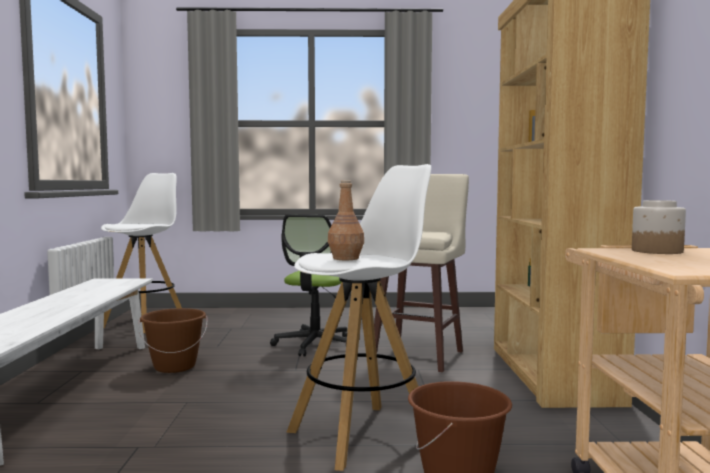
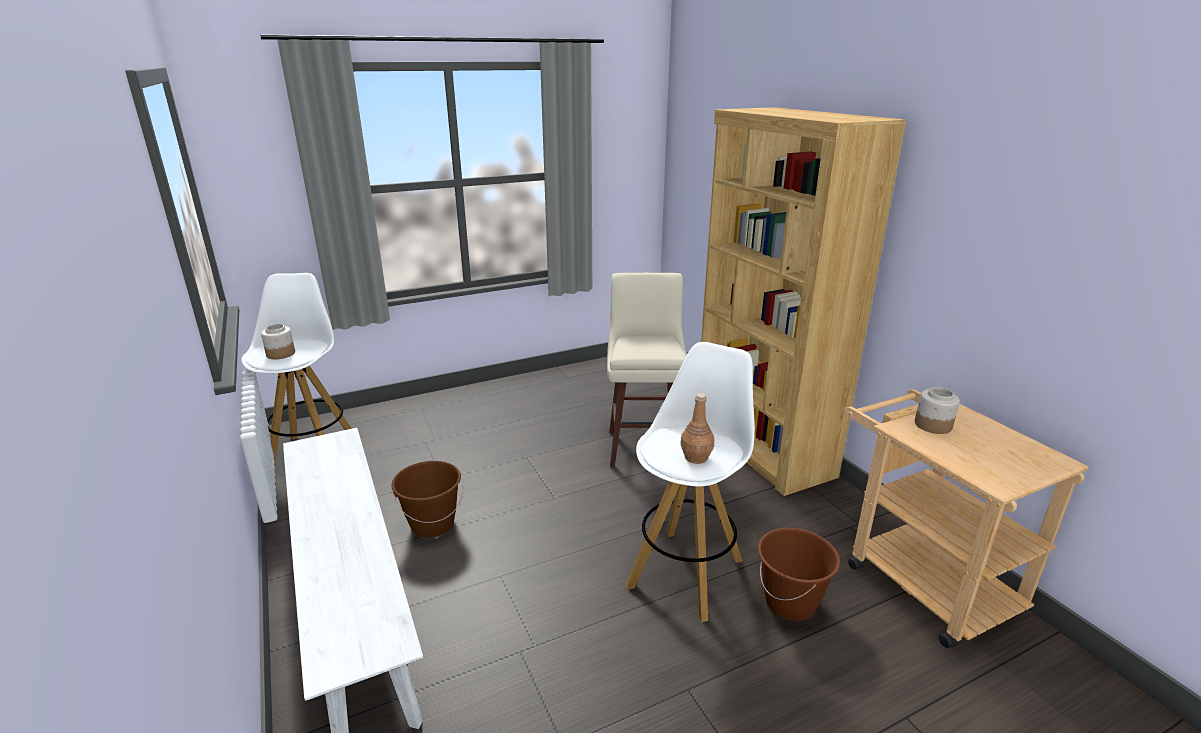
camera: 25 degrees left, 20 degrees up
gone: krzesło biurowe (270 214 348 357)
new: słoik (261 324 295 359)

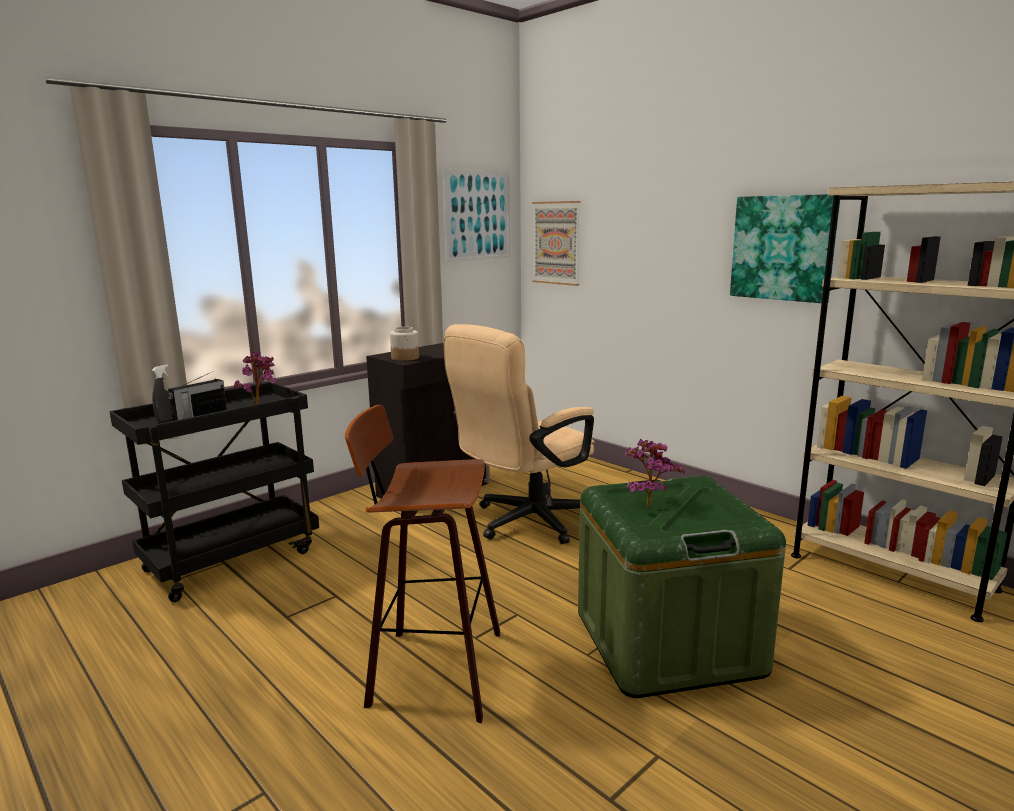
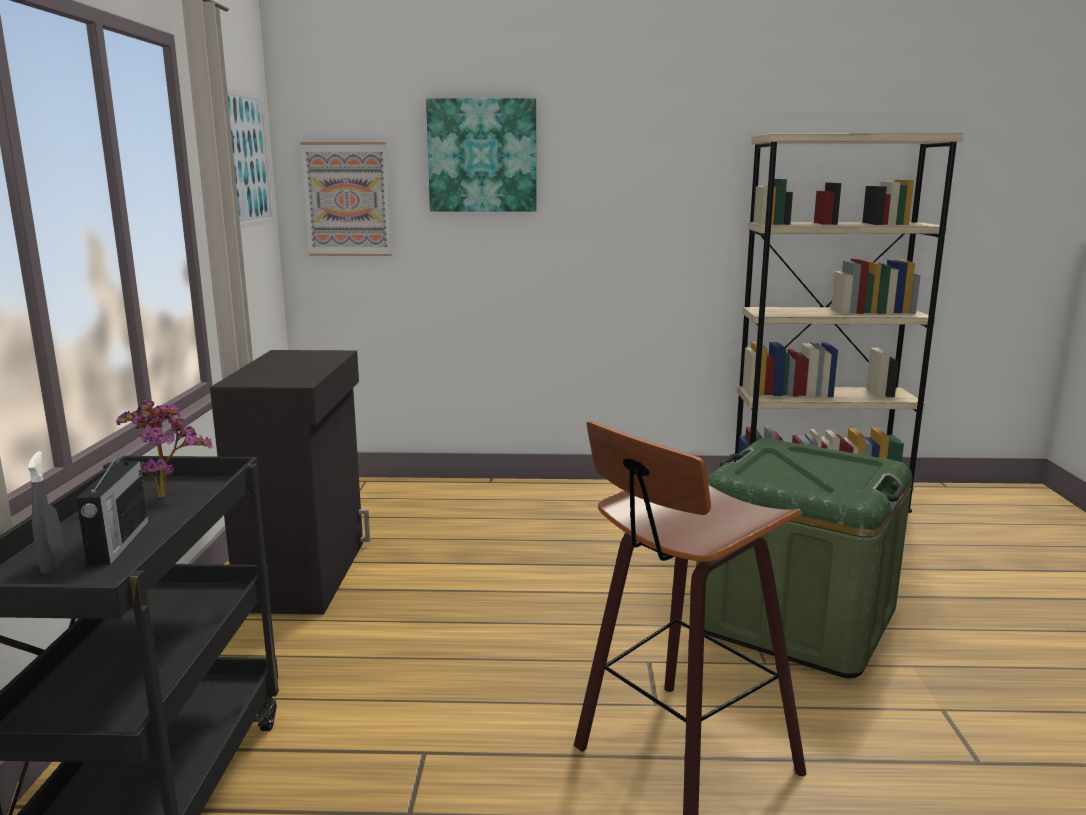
camera: 45 degrees left, 0 degrees up
gone: krzesło biurowe/beżowy (443 324 595 544); słoik (390 327 419 361); roślina doniczkowa (625 439 685 507)
shifted: obraz (730 194 840 303) to (426 98 537 212)

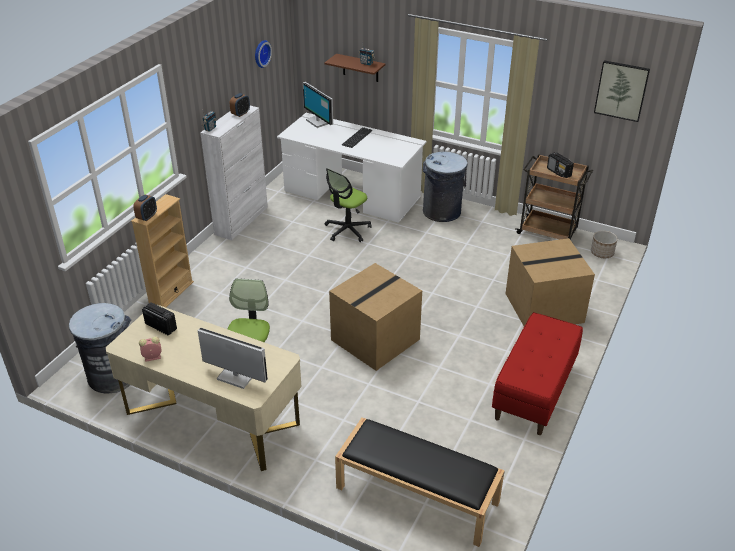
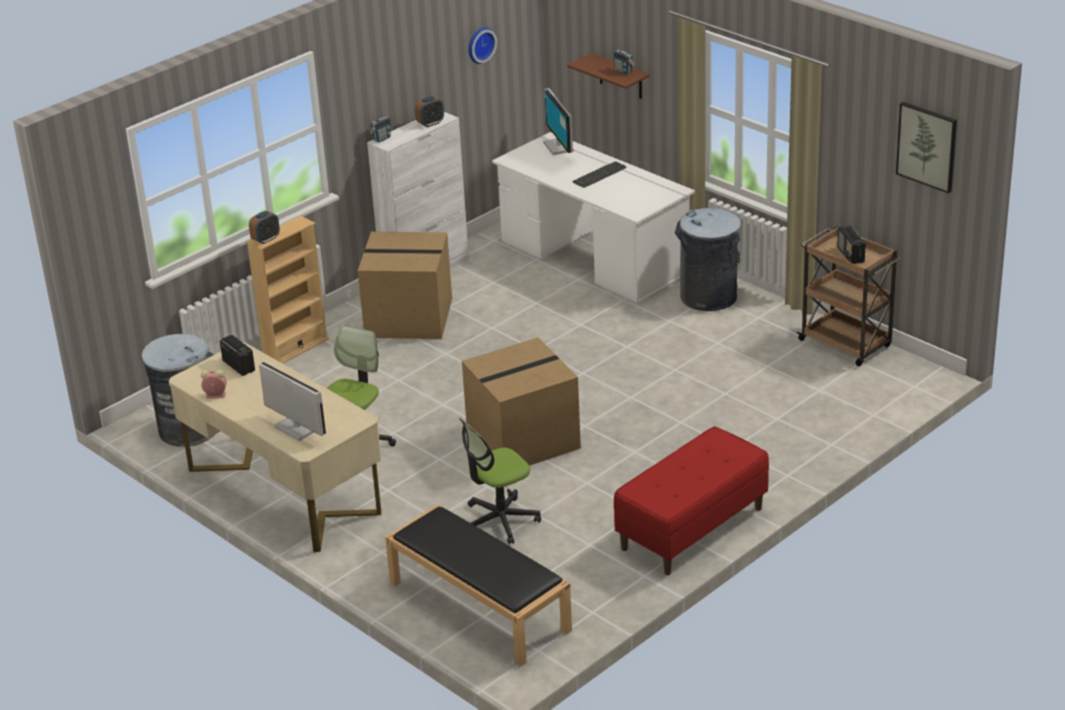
camera: 20 degrees right, 5 degrees down
gone: donica (591 231 618 258)
shifted: krzesło biurowe (324 168 371 242) to (459 418 541 544); karton (505 238 595 326) to (358 232 452 339)

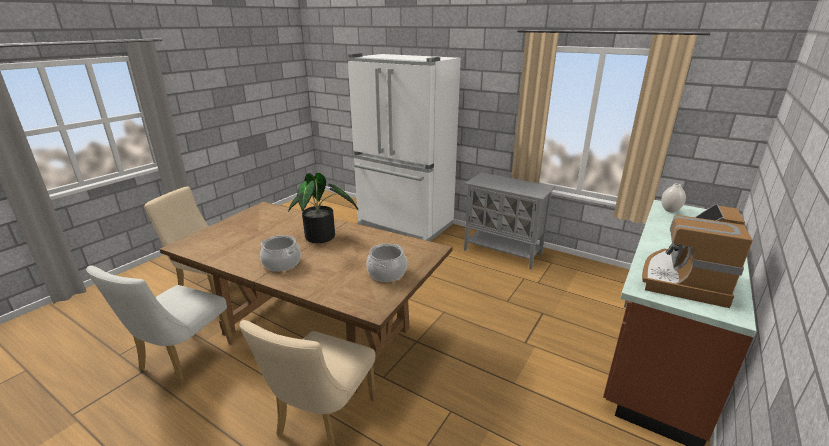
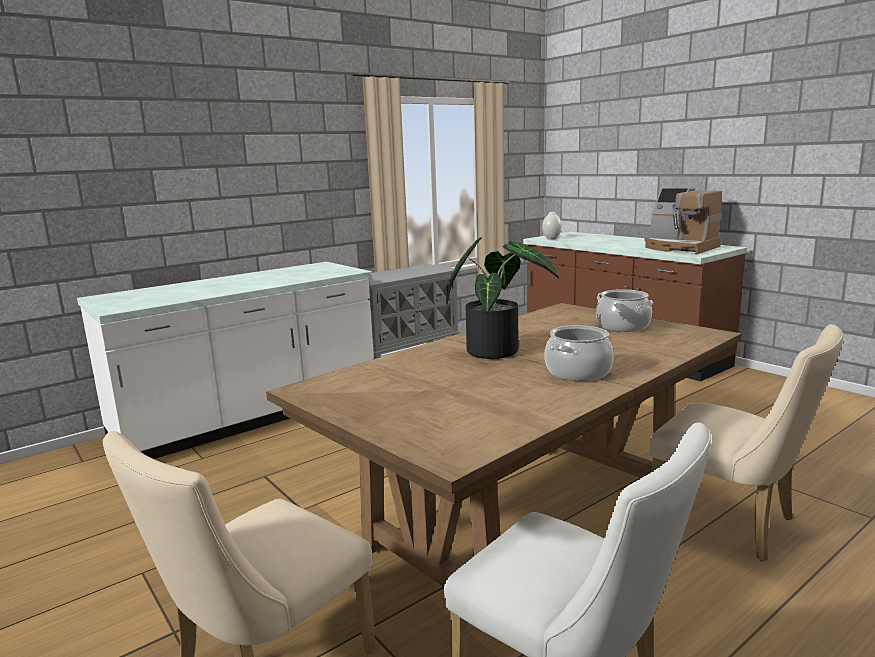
camera: 70 degrees left, 10 degrees down
swapped: lodówka/biały (347 53 461 241) to zabudowa kuchenna/biały (77 262 374 459)

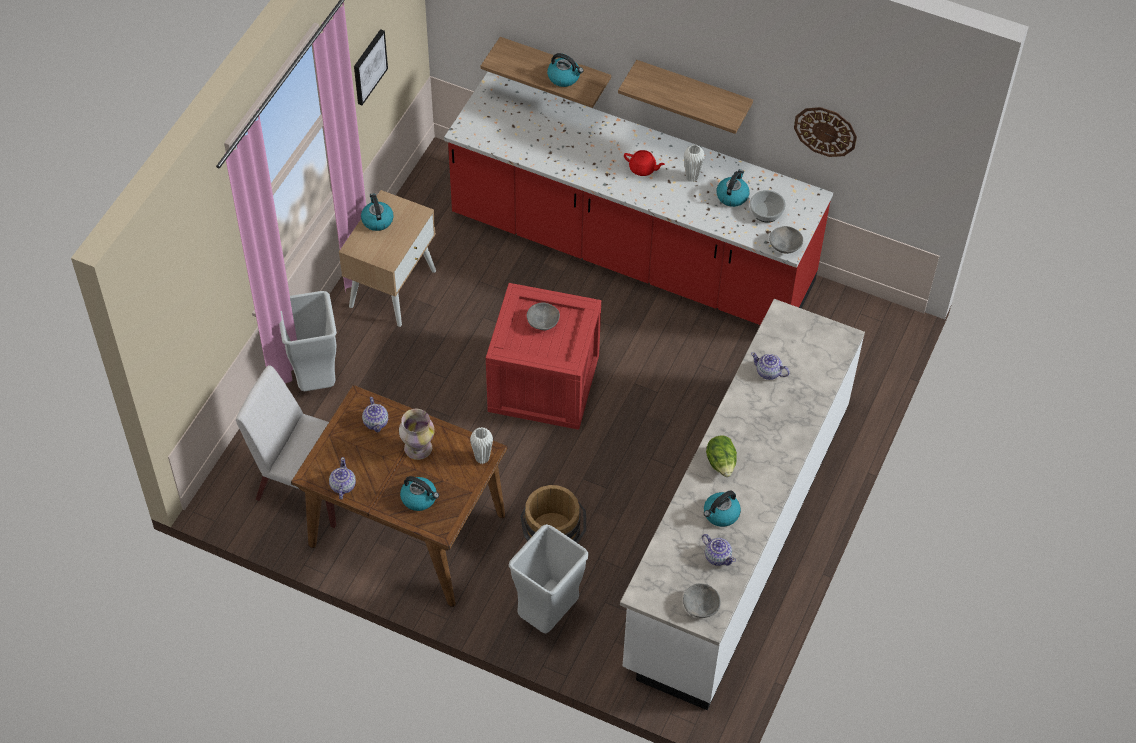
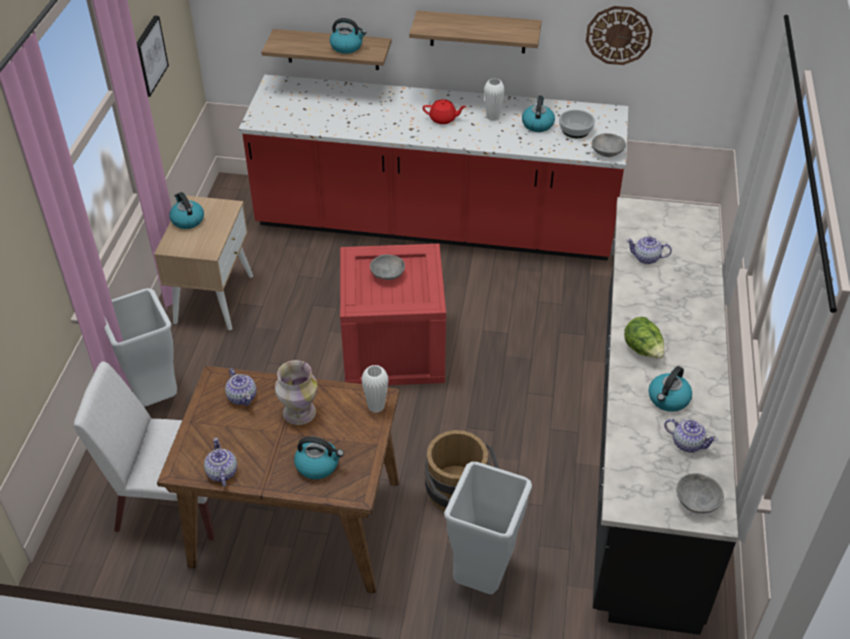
camera: 15 degrees left, 10 degrees down
repainted: zabudowa kuchenna/biały (620 299 865 710) to zabudowa kuchenna/czarny (593 197 738 635)

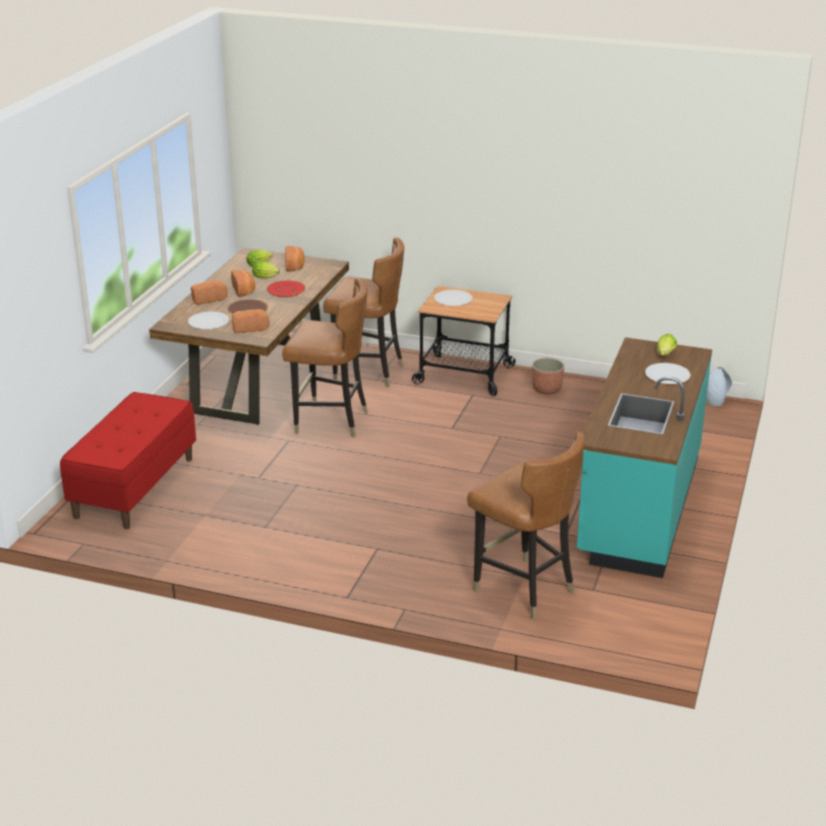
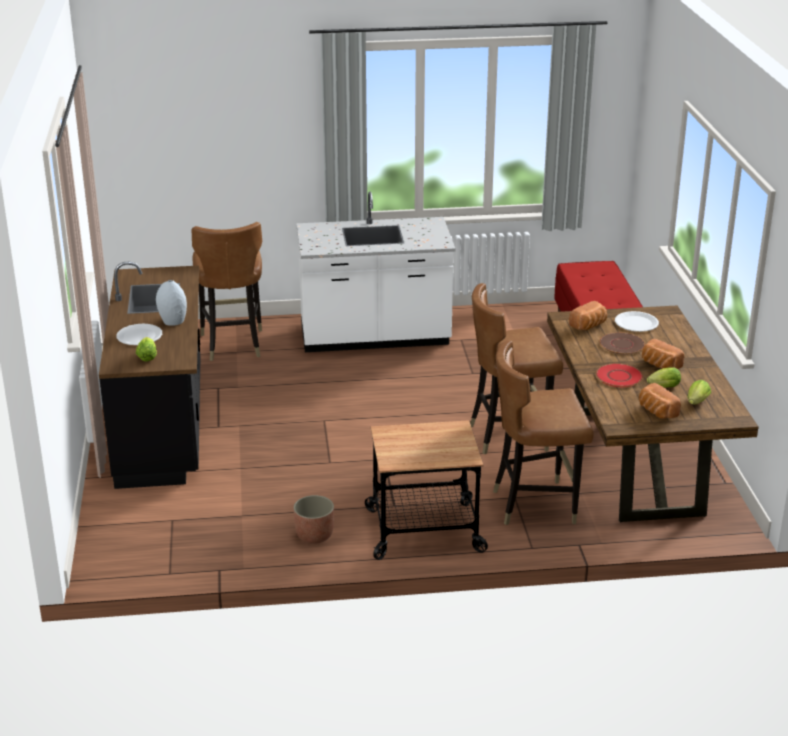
camera: 155 degrees right, 0 degrees up
gone: chleb (191 280 228 305); talerz/biały (434 290 472 306)
new: zabudowa kuchenna/biały (296 192 455 352)
shifted: wazon/szary (706 367 732 406) to (156 280 187 326)
repainted: zabudowa kuchenna/turkusowy (577 337 712 578) to zabudowa kuchenna/czarny (99 262 201 489)
rotated: krzesło/brązowy (467 432 585 619) = (192 222 262 361) 120 degrees counterclockwise

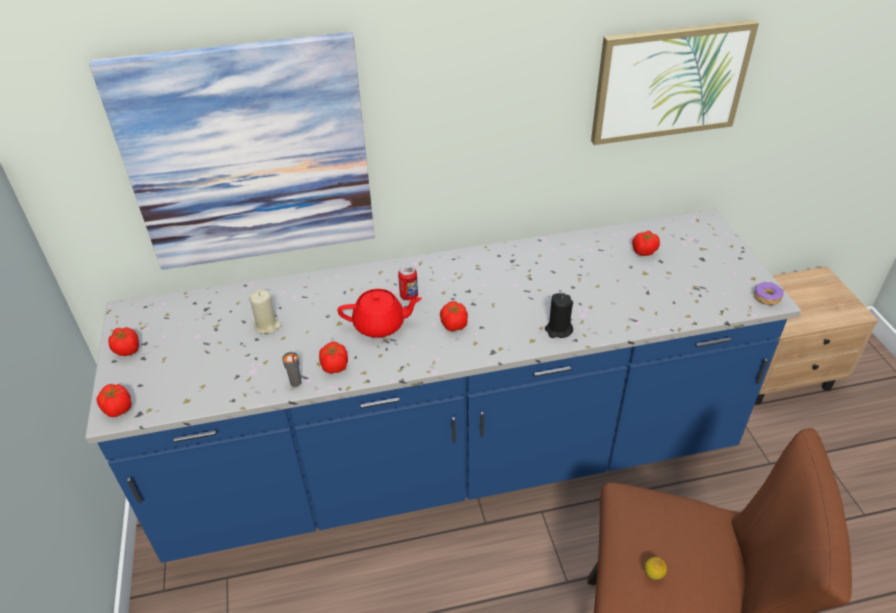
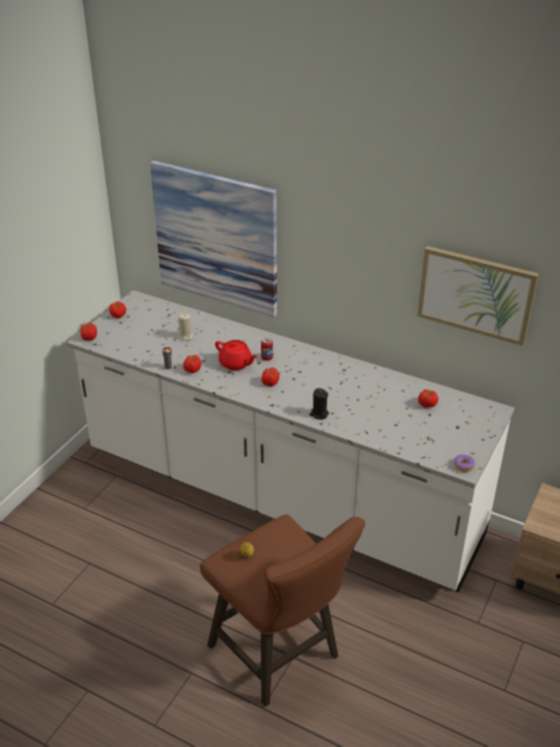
camera: 40 degrees right, 5 degrees down
repainted: zabudowa kuchenna/niebieski (85 209 801 563) to zabudowa kuchenna/biały (67 290 515 592)

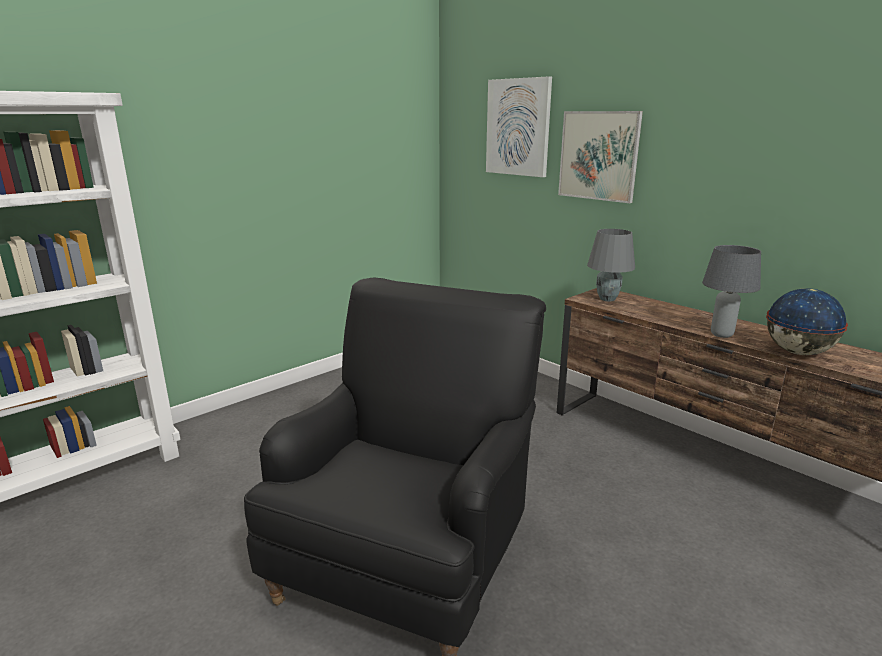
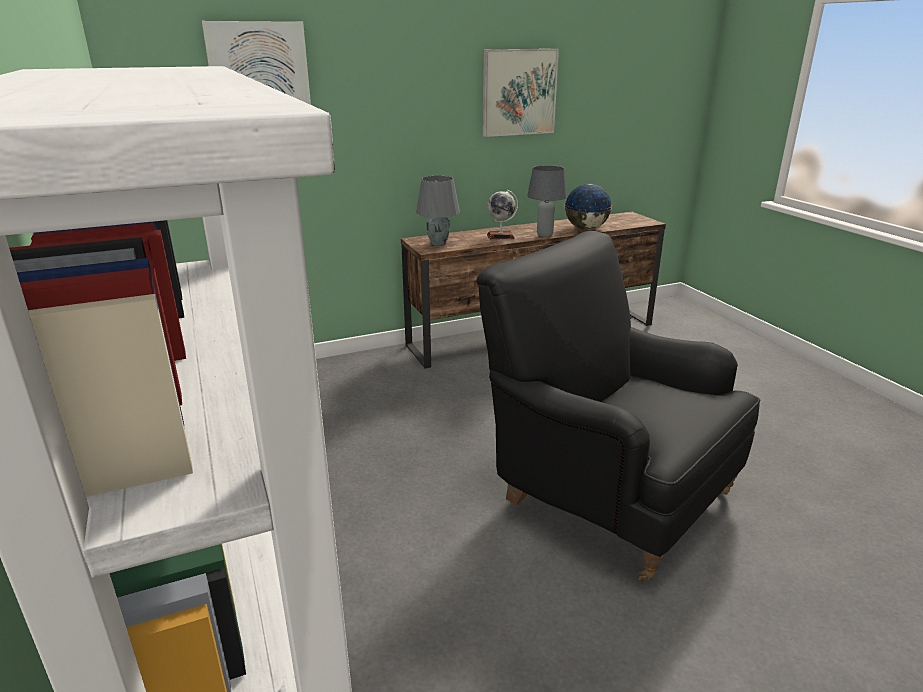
camera: 70 degrees left, 5 degrees up
new: globus (487 190 518 239)
shifted: obraz (558 111 643 203) to (482 49 559 137)

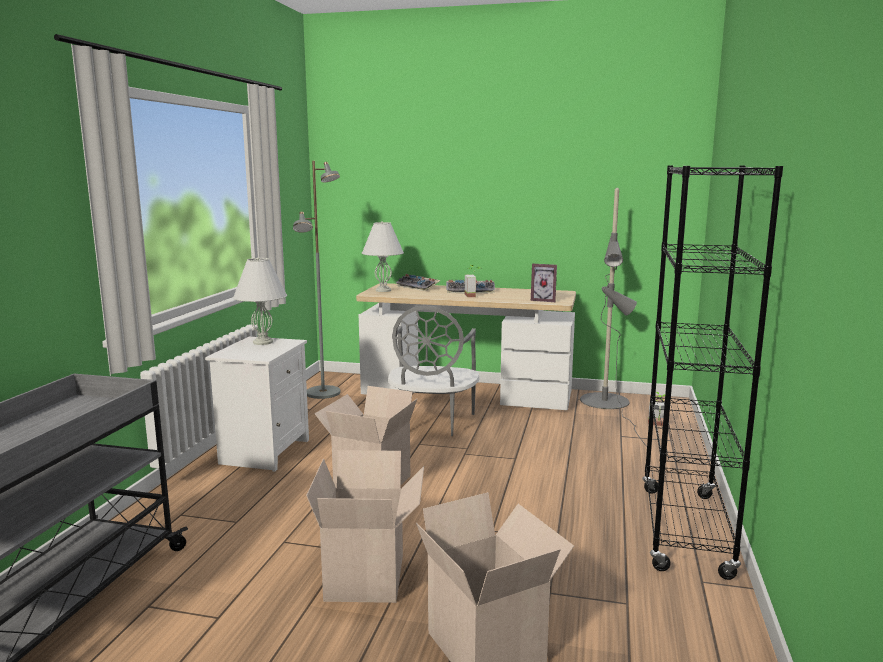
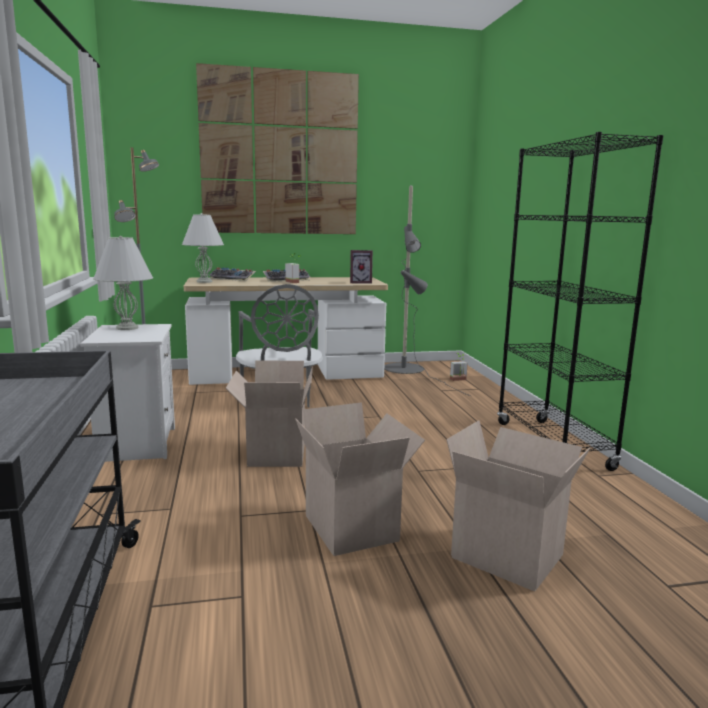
camera: 25 degrees left, 0 degrees up
new: obraz (196 63 359 234)

